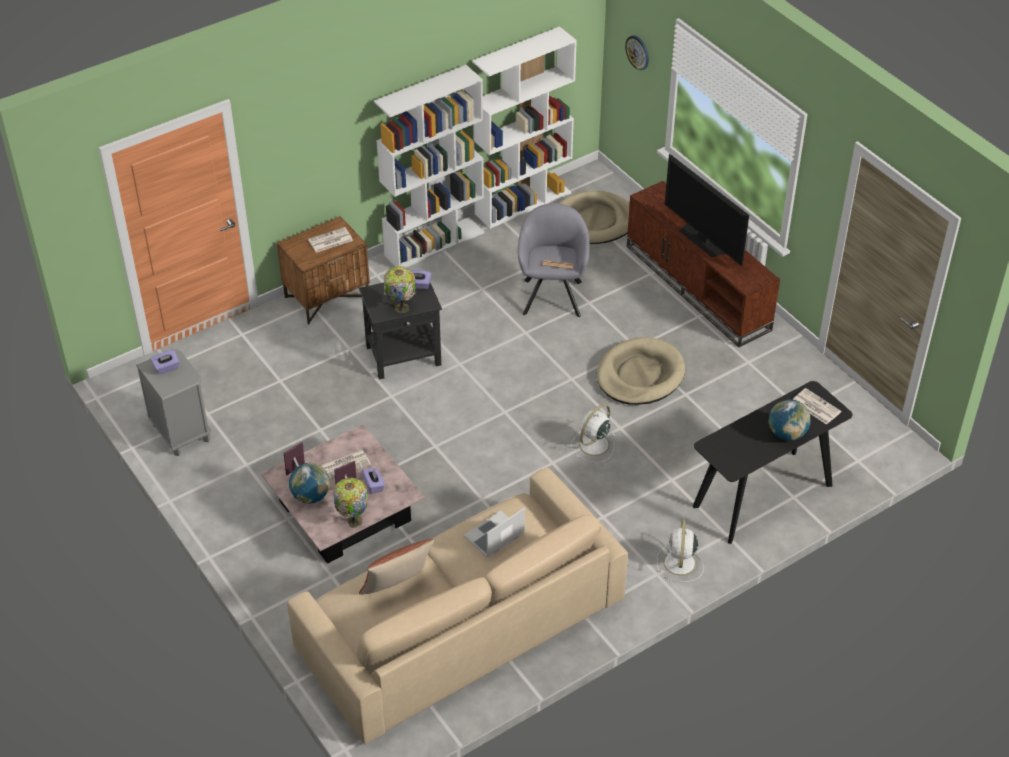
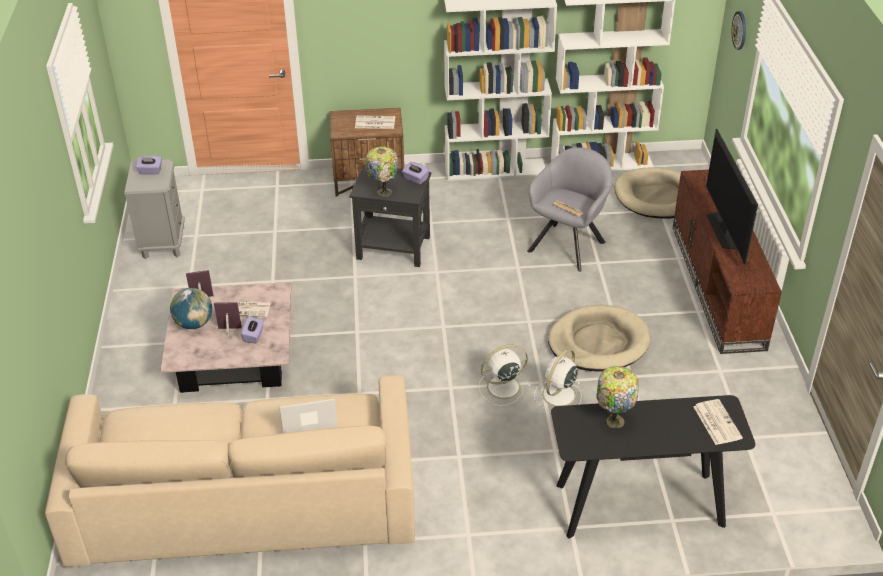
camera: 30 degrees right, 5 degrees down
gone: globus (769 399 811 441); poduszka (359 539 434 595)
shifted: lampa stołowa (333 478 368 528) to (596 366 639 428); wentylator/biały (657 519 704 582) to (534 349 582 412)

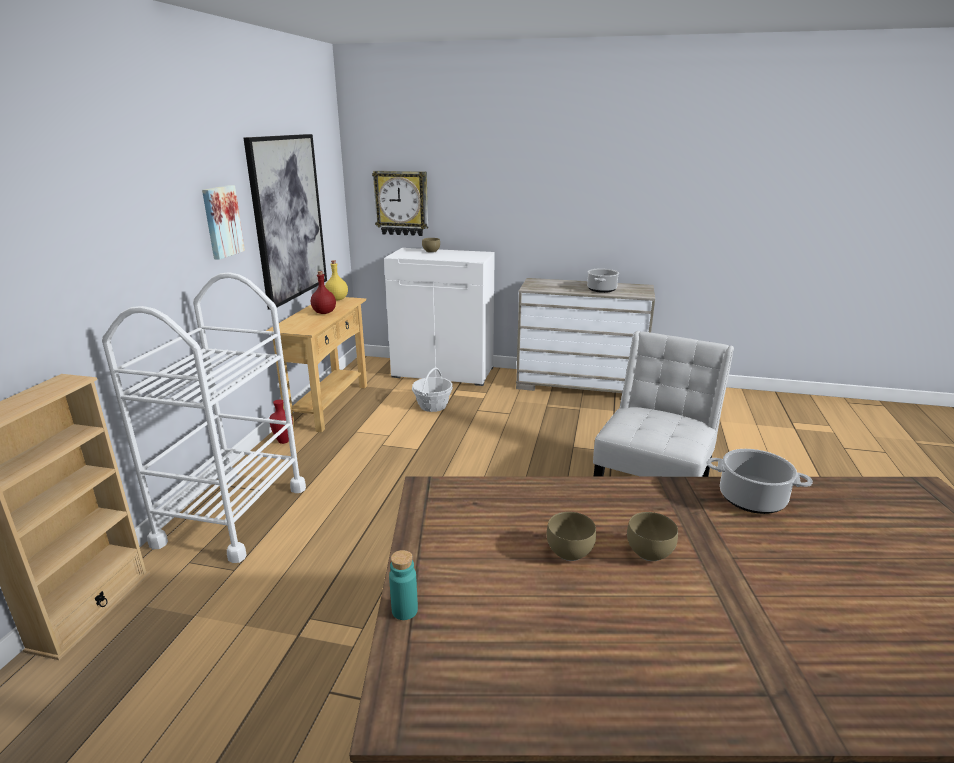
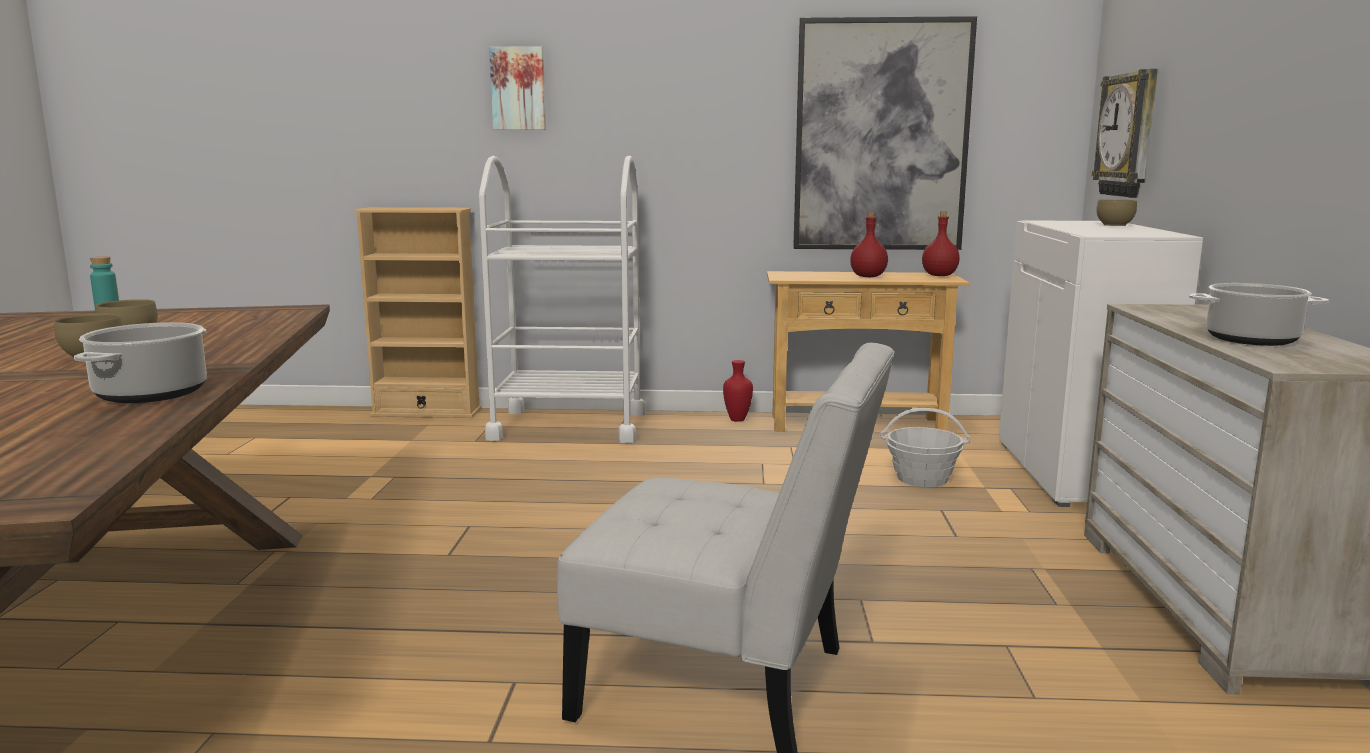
camera: 80 degrees right, 10 degrees down
shifted: obraz (202 185 245 260) to (489 46 546 130)
repainted: butelka/żółty (325 260 348 301) to butelka/czerwony (922 211 960 276)

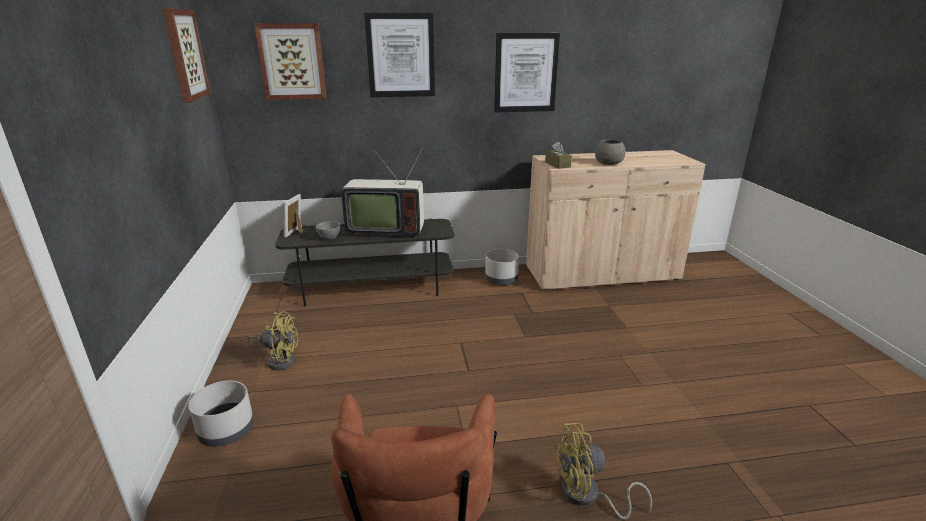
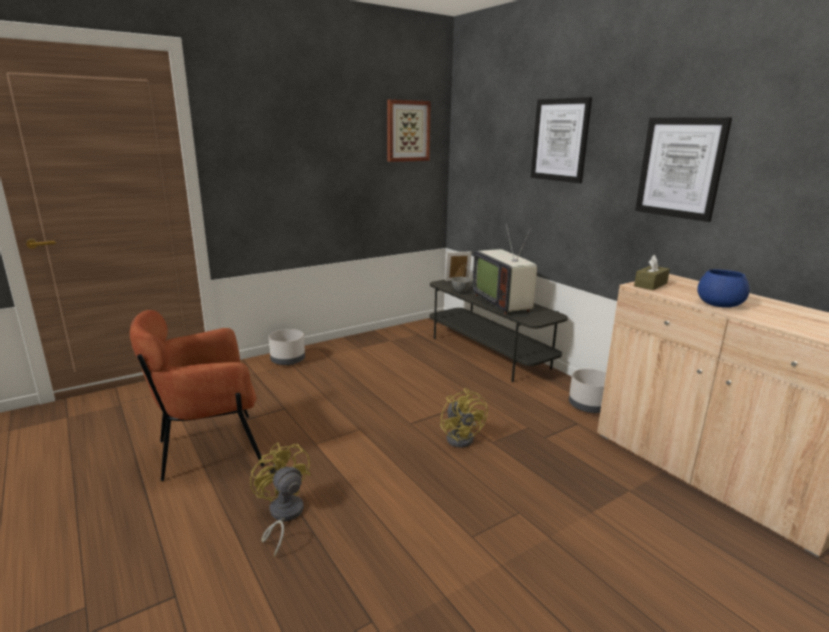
camera: 65 degrees right, 5 degrees down
gone: obraz (254 23 326 100)
shifted: wentylator/żółty (247 311 298 370) to (440 388 488 448)
repainted: miska/szary (595 139 626 165) to miska/niebieski (697 269 750 308)

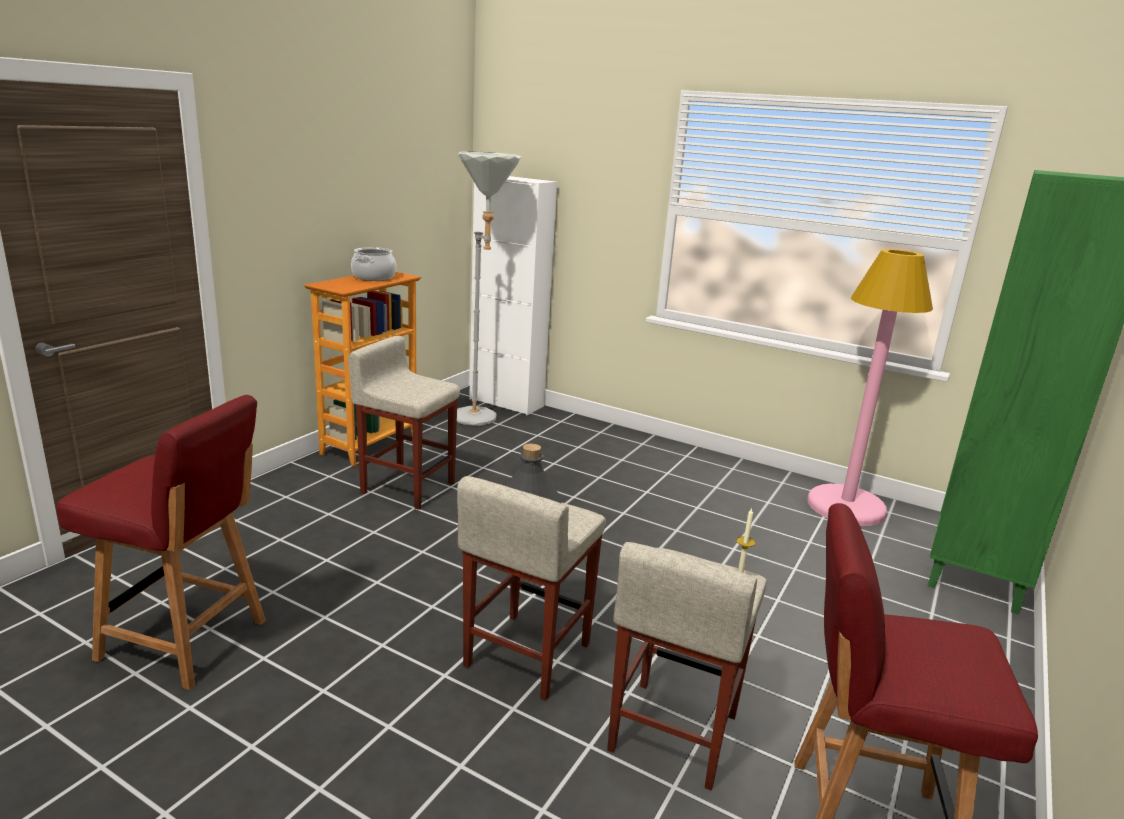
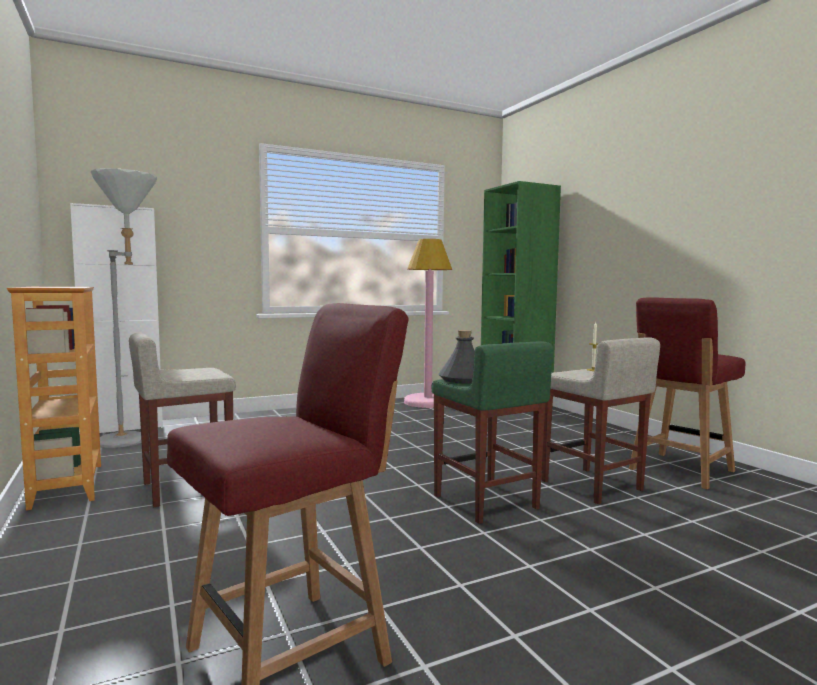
camera: 55 degrees left, 15 degrees down
gone: garnek (351 247 396 281)
repainted: stołek/beżowy (457 476 606 701) to stołek/zielony (432 341 553 524)

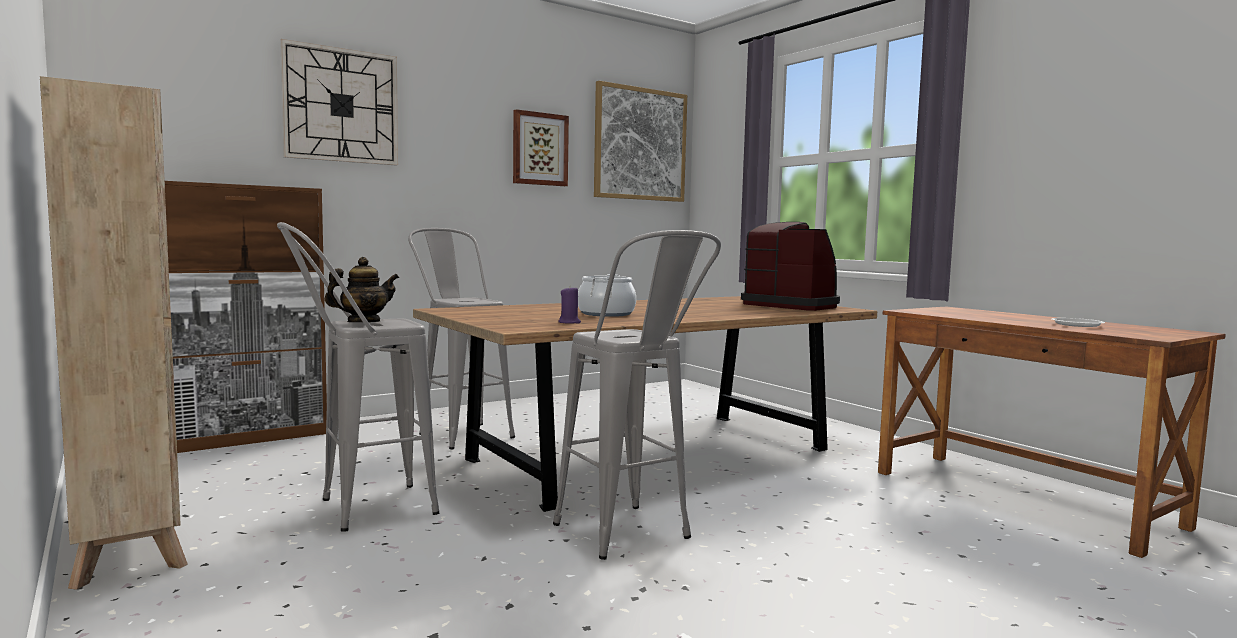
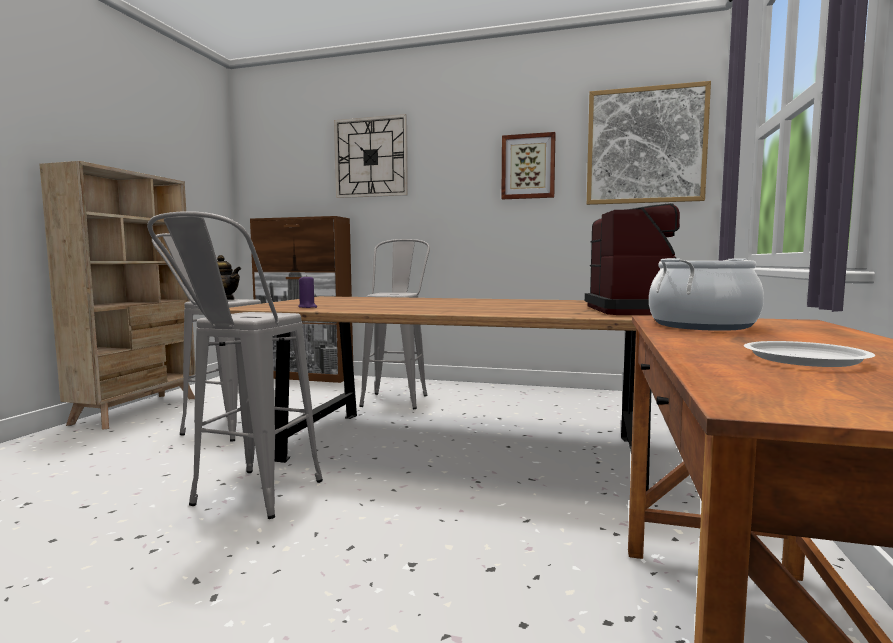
camera: 50 degrees right, 0 degrees up
shifted: garnek (578 274 636 317) to (649 258 764 331)

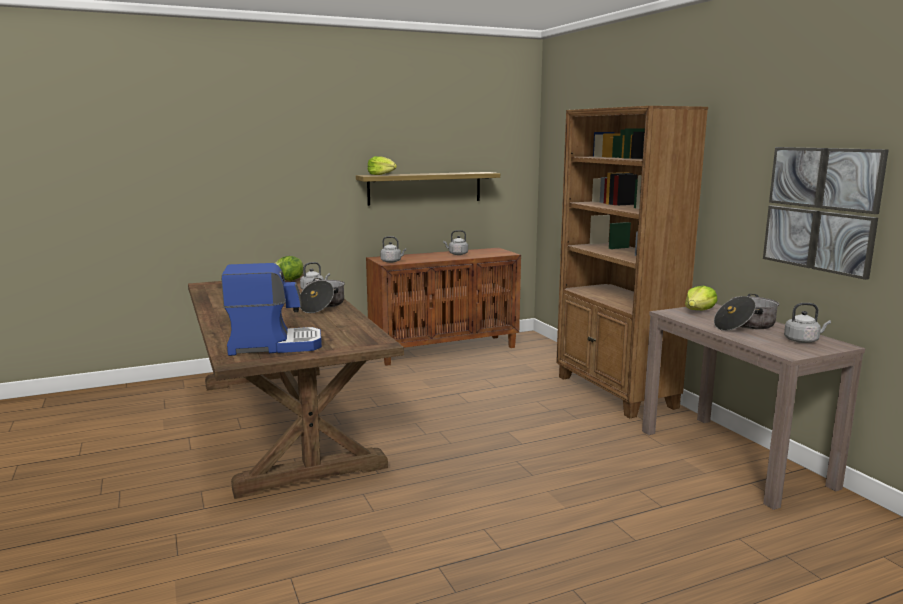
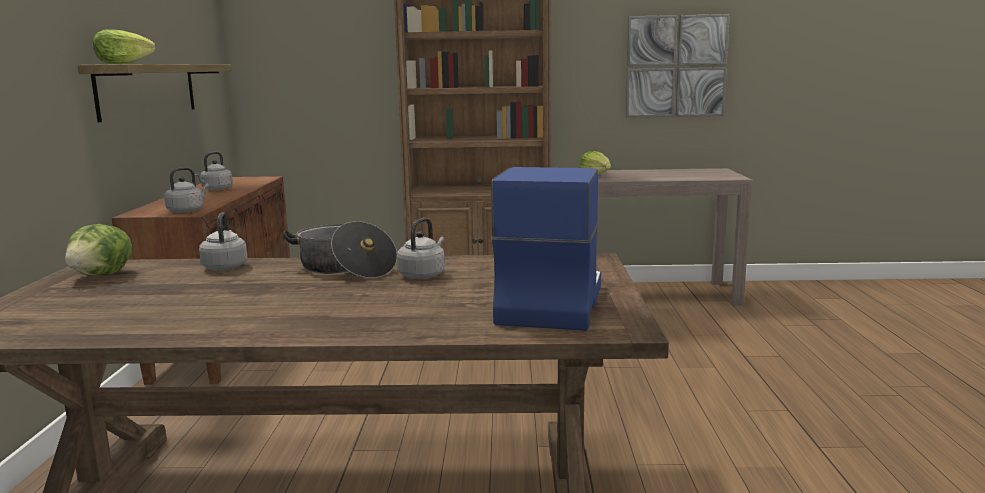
camera: 65 degrees left, 0 degrees up
gone: garnek (714 294 779 331)
shifted: czajnik/szary (784 303 831 343) to (397 218 445 279)

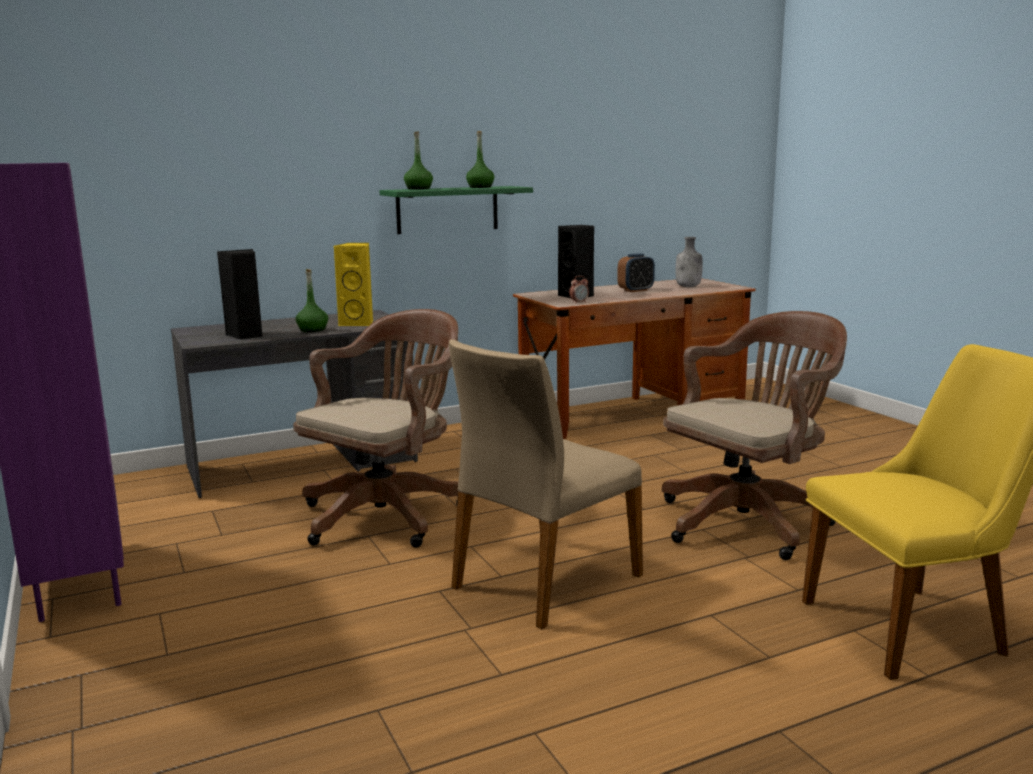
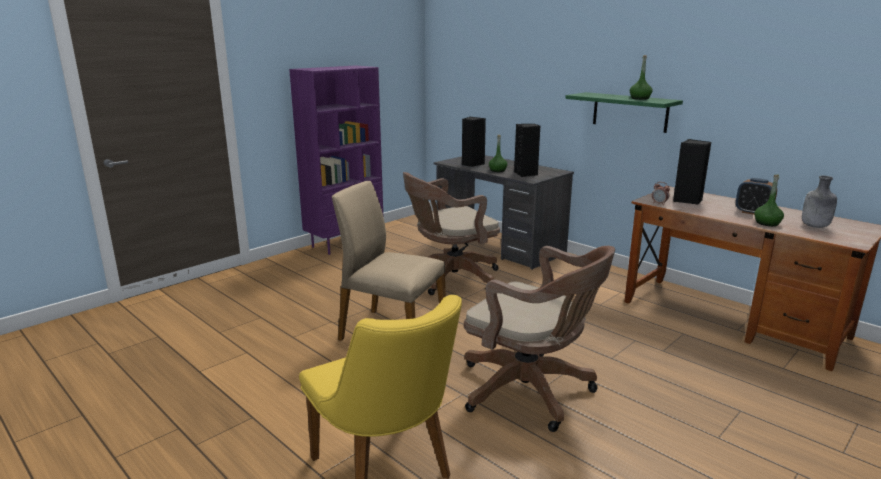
camera: 70 degrees right, 5 degrees up
shifted: butelka/zielony (404 131 433 190) to (754 175 784 226)
repainted: głośnik/żółty (334 243 373 326) to głośnik/czarny (514 124 540 177)
rotated: krzesło biurowe/brązowy (293 309 458 548) = (403 172 500 295) 135 degrees clockwise

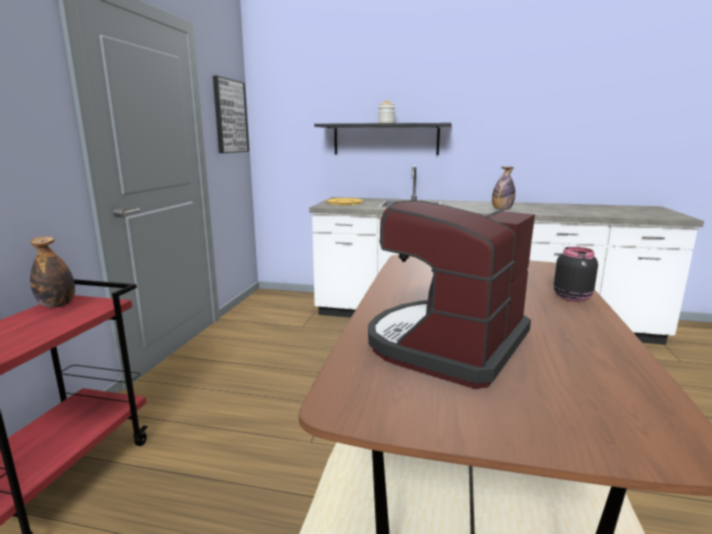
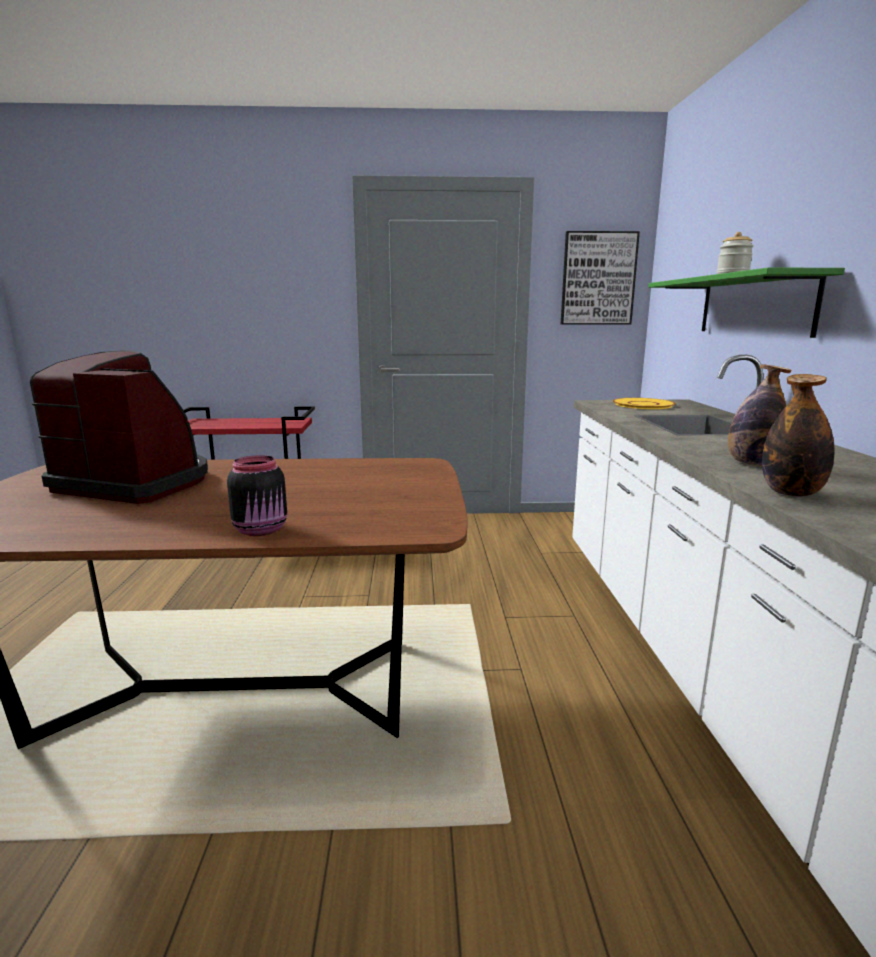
camera: 75 degrees right, 0 degrees up
shifted: butelka (30 237 75 308) to (762 374 834 497)
repainted: półka/czarny (314 123 452 155) to półka/zielony (648 268 845 338)

